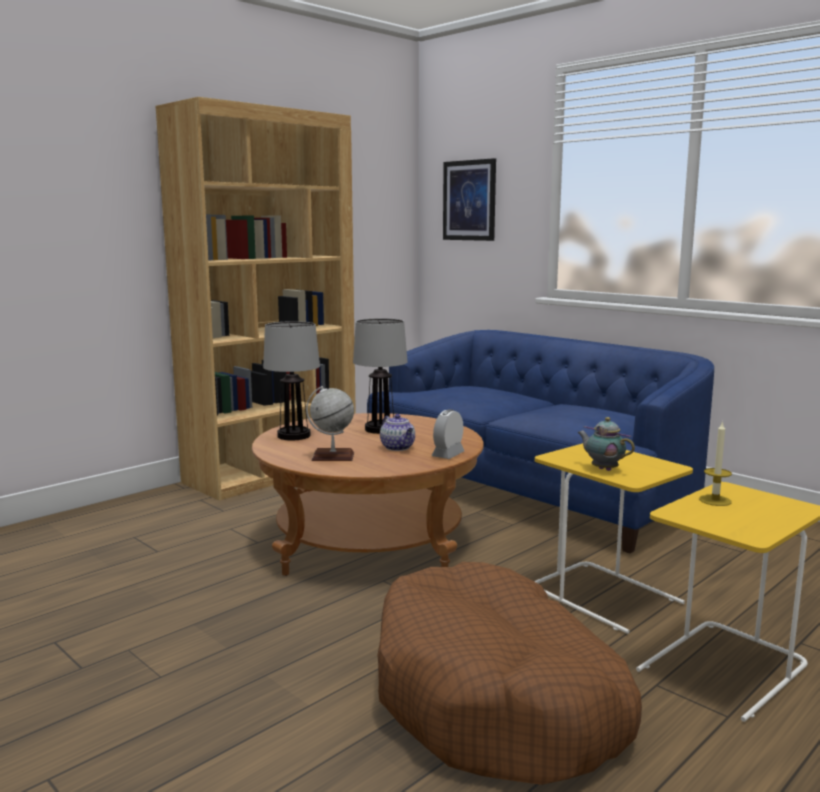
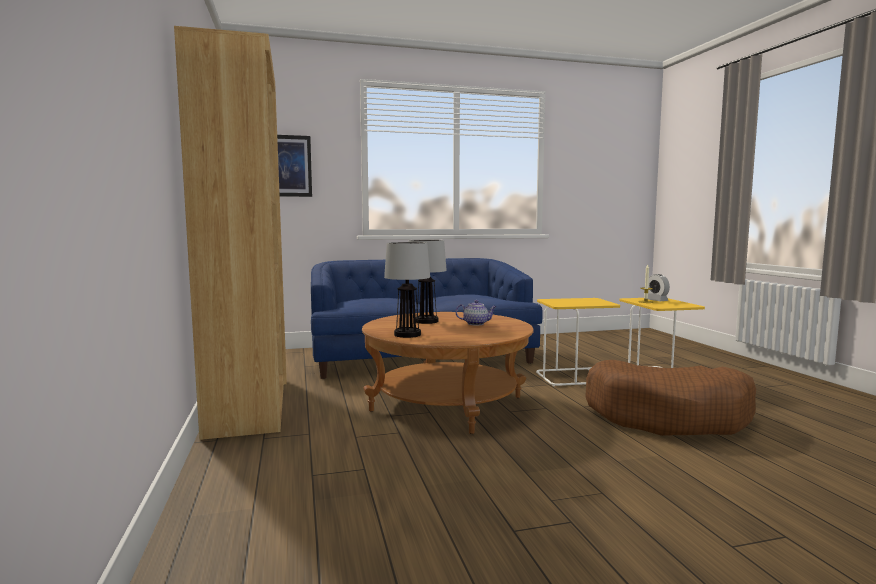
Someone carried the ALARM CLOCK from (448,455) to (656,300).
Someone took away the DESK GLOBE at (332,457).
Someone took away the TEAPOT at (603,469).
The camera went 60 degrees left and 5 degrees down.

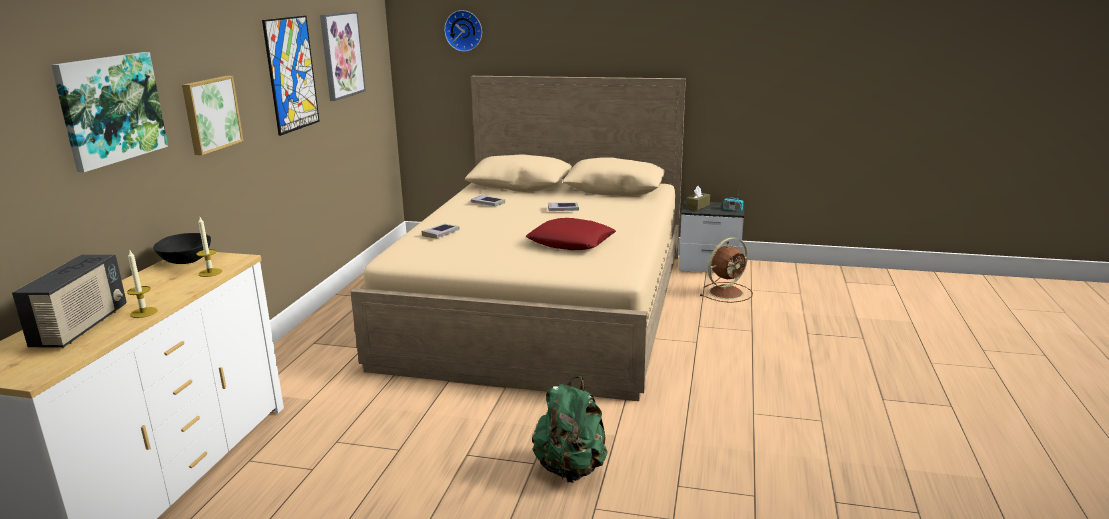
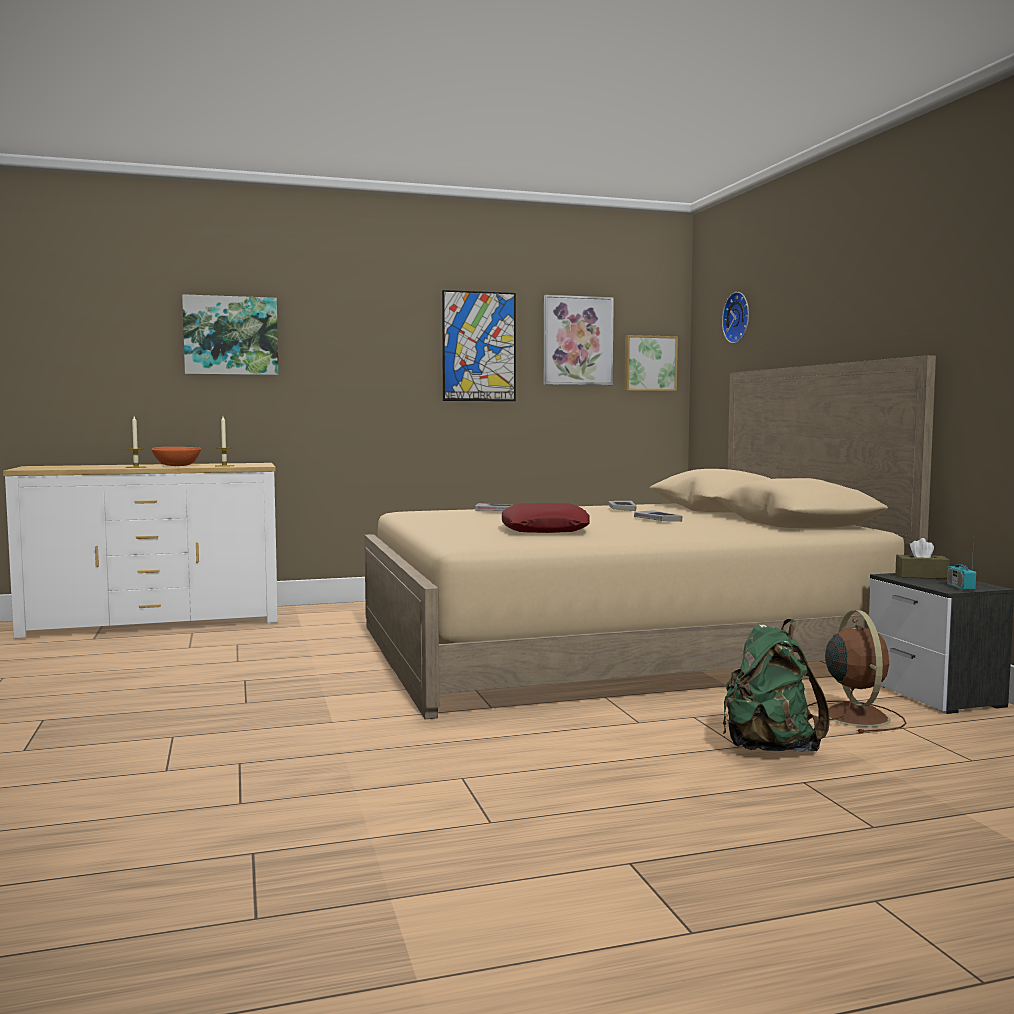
Someone put down the ORANGE-COLOURED BOWL at (177,465).
Someone carried the PICTURE from (210,114) to (649,363).
Someone carried the GREEN KNAPSACK from (571,469) to (768,748).
Someone rotated the BROWN COOLING FAN at (727,292) by 120 degrees counterclockwise.
Someone took away the RADIO RECEIVER at (81,327).
Someone took away the BLACKISH BOWL at (186,260).
The camera went 60 degrees right and 15 degrees down.

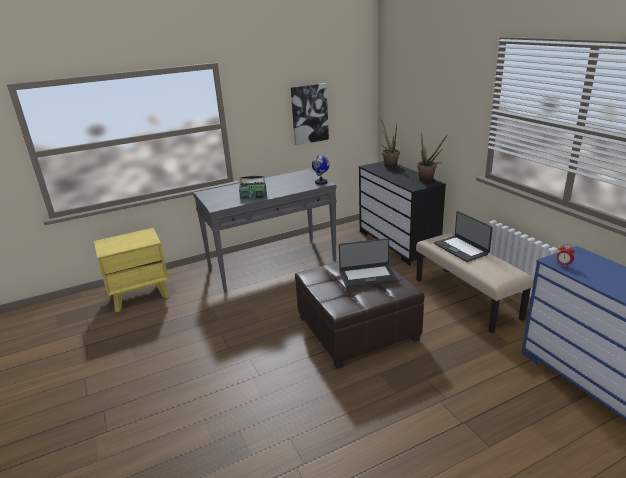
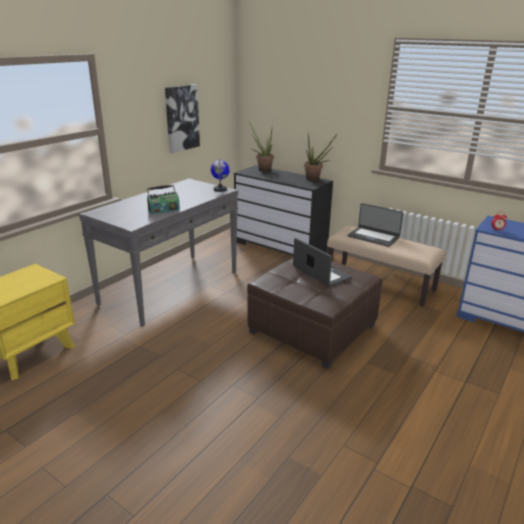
Someone rotated the LAPTOP at (367,276) by 90 degrees counterclockwise.
The camera went 30 degrees left and 0 degrees up.

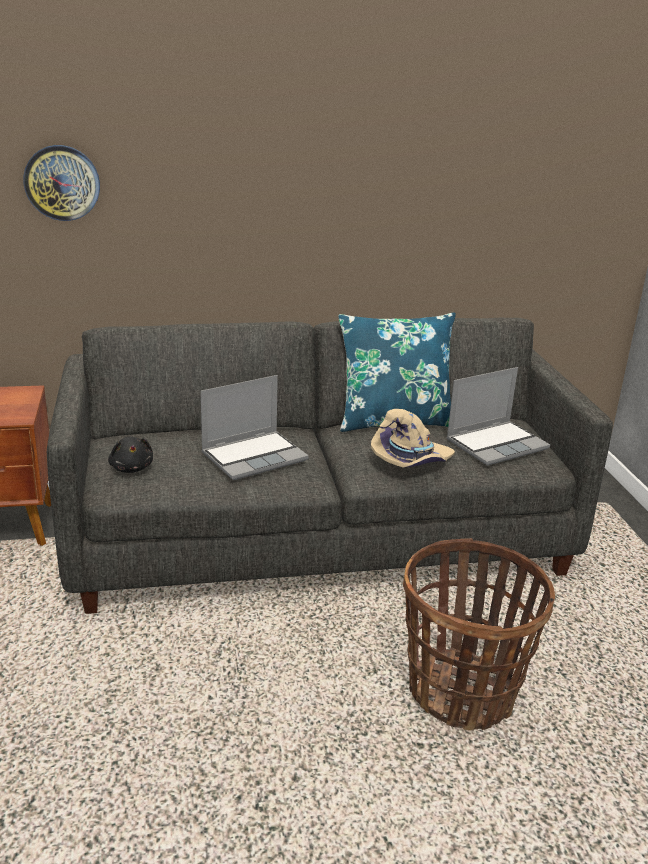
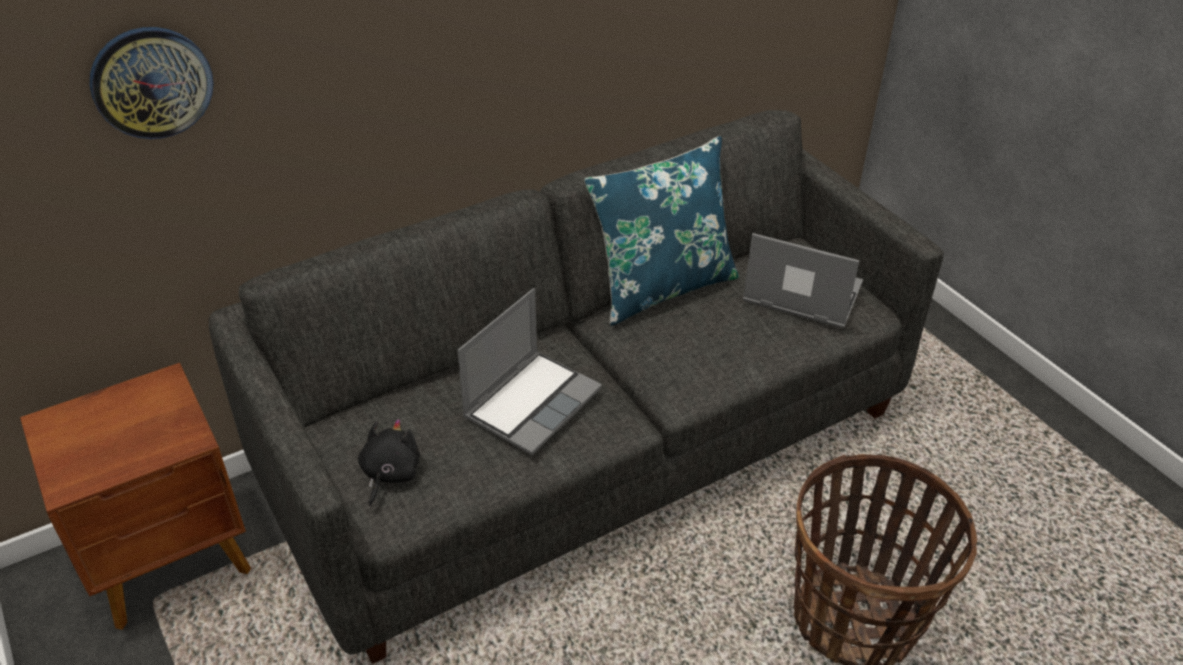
Someone rotated the BLACKISH SOFT TOY at (131,468) by 120 degrees counterclockwise.
Someone rotated the LAPTOP at (497,444) by 105 degrees counterclockwise.
Someone took away the SAND-COLOURED HAT at (410,461).
The camera went 20 degrees left and 15 degrees up.

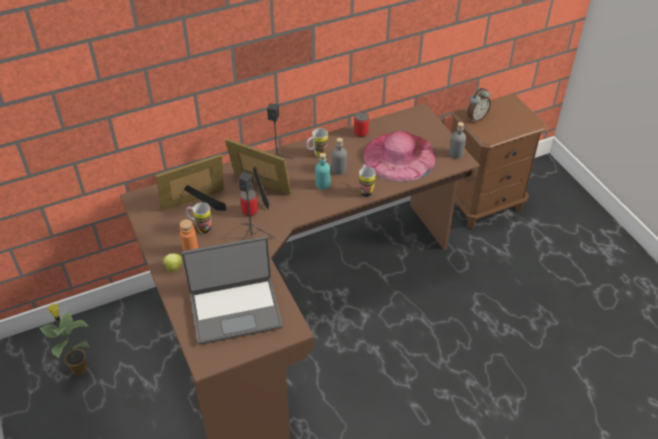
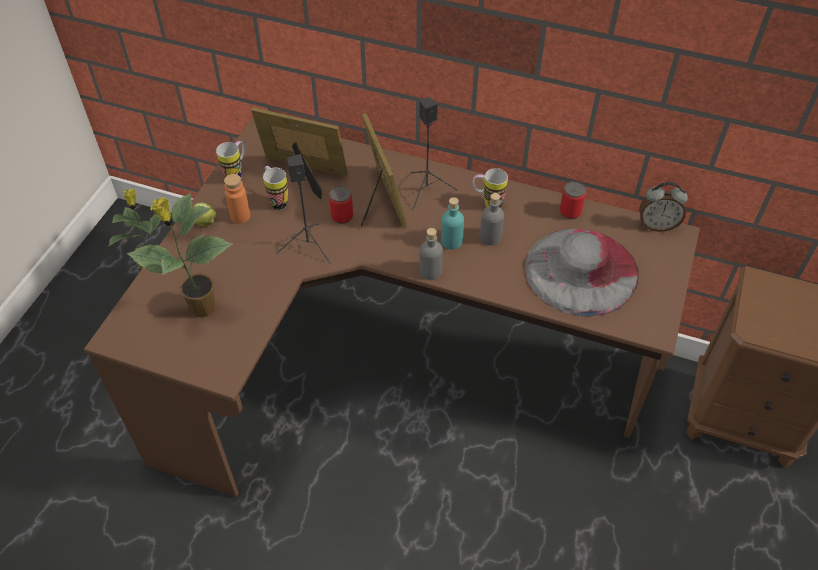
Someone swapped the LAPTOP at (235,310) for the PLANT IN A POT at (201,308).
Someone carried the COFFEE MUG from (365,190) to (237,174).
Someone carried the GREY BEVERAGE BOTTLE from (456,153) to (430,271).
Someone repainted the PINKISH HAT at (399,156), which became the GREY HAT at (581,270).
Someone carried the ALARM CLOCK from (476,118) to (657,225).
The camera went 45 degrees right and 5 degrees up.

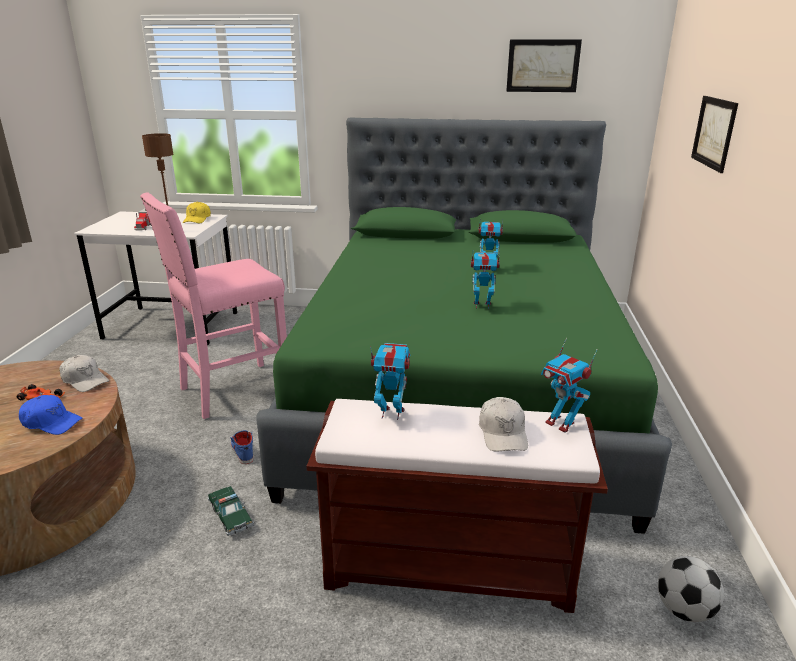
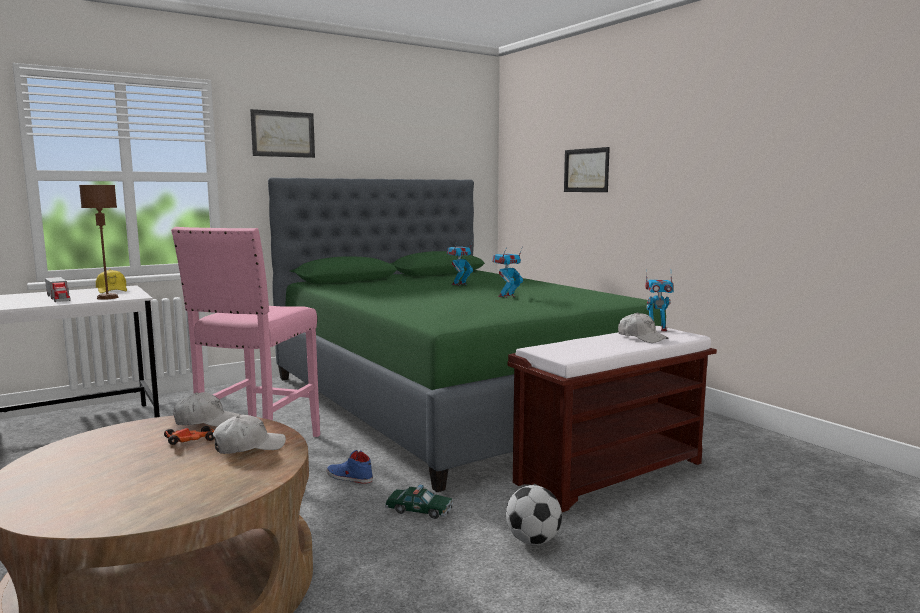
Someone repainted the BLUE-COLOURED CAP at (51,422), which became the WHITE-COLOURED CAP at (249,447).
Someone carried the PICTURE from (543,66) to (283,134).
Someone carried the FOOTBALL from (684,610) to (533,541).
Someone took away the MODEL ROBOT at (391,413).
The camera went 40 degrees left and 15 degrees down.

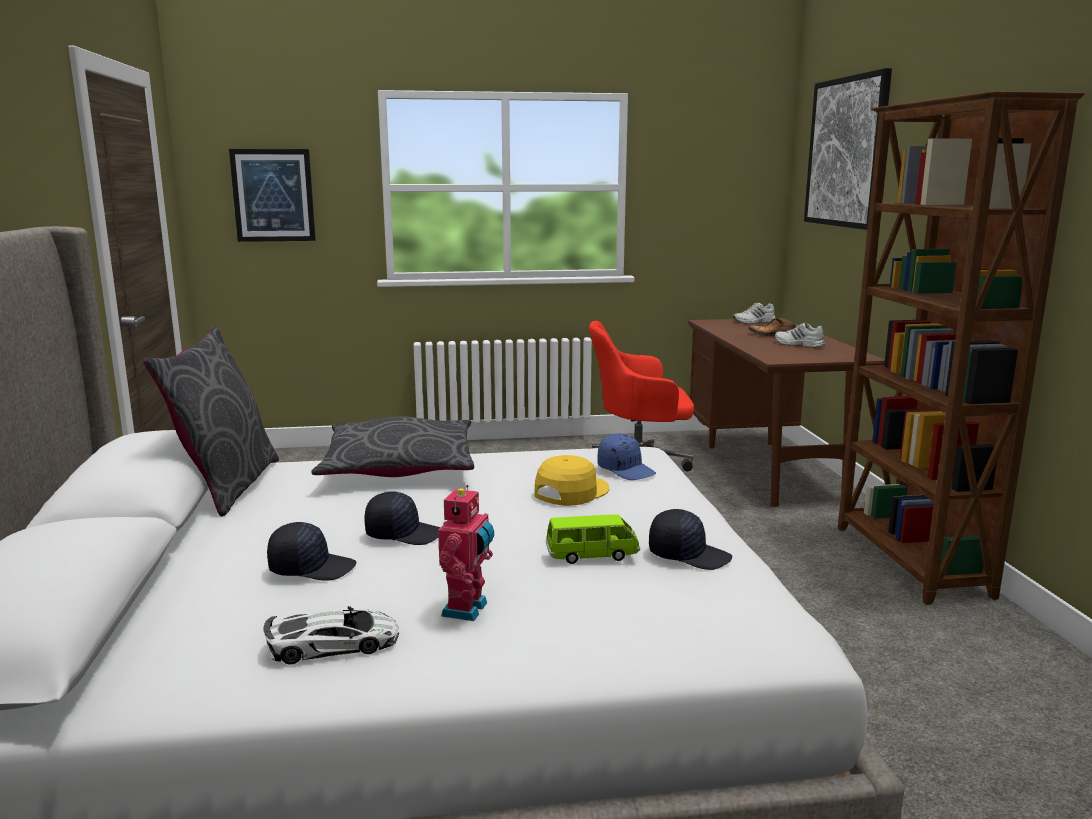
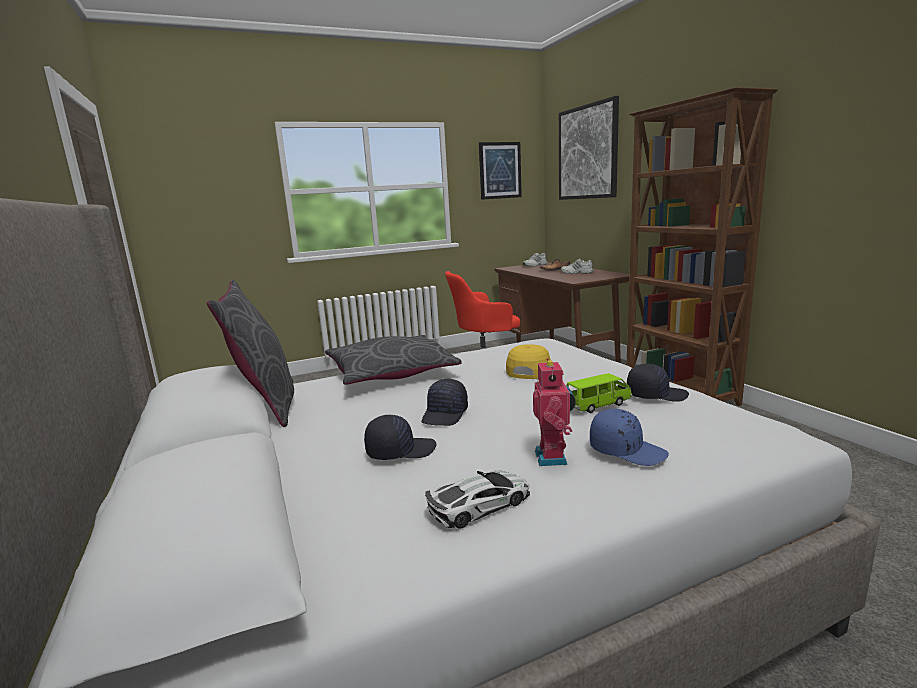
Someone rotated the BLACKISH CAP at (404,534) by 120 degrees clockwise.
Someone carried the PICTURE from (273,195) to (500,170).
Someone carried the BLUE-COLOURED CAP from (626,470) to (626,450).
The camera went 15 degrees left and 0 degrees up.

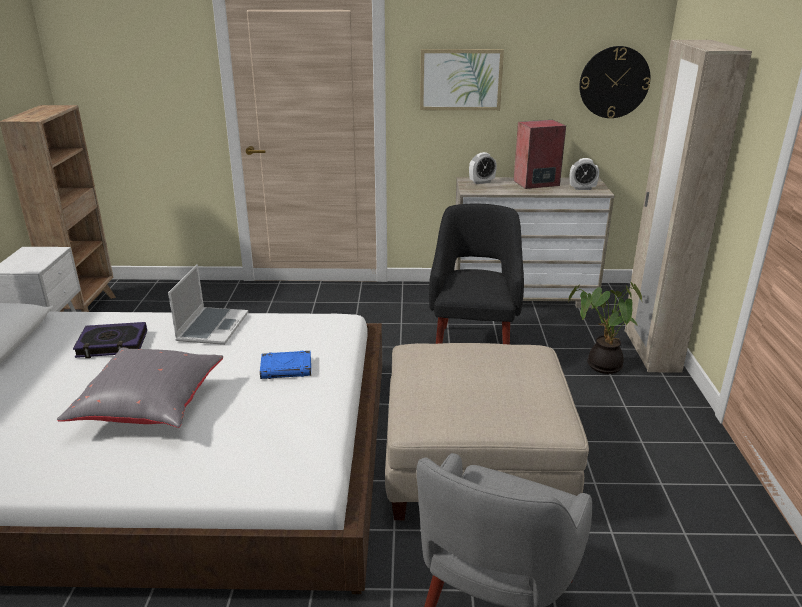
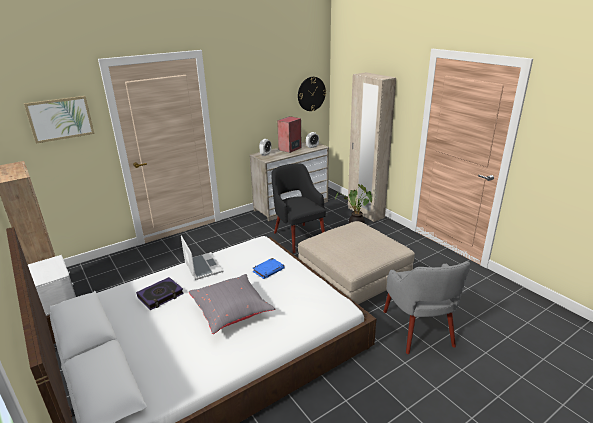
Someone carried the PICTURE from (460,79) to (60,118).
The camera went 35 degrees left and 0 degrees up.

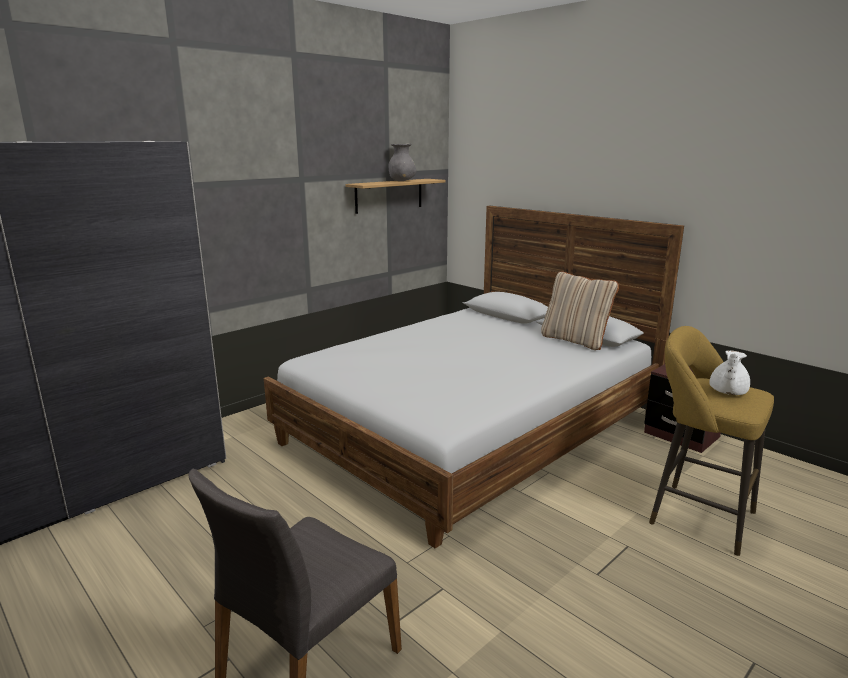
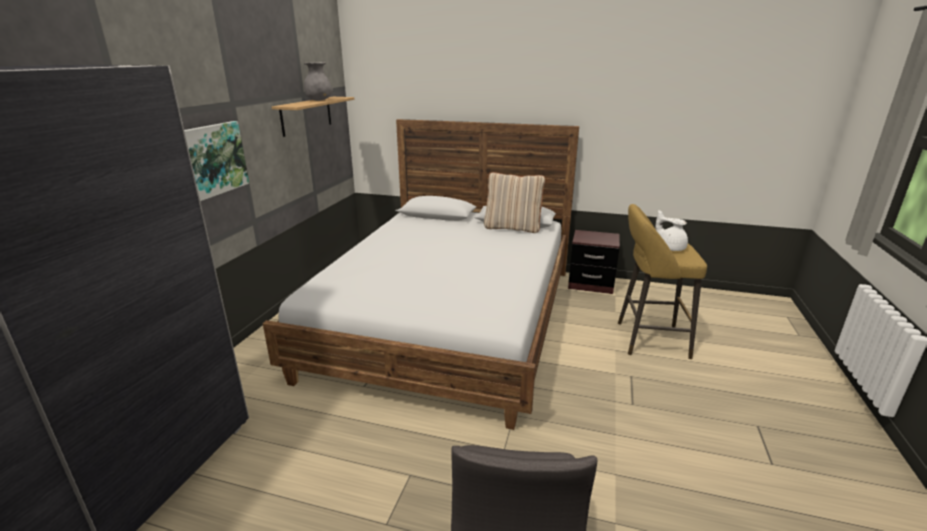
Someone put up the PICTURE at (212,159).
Someone rotated the WHITE-COLOURED TEAPOT at (727,392) by 135 degrees clockwise.
The camera went 30 degrees left and 5 degrees up.

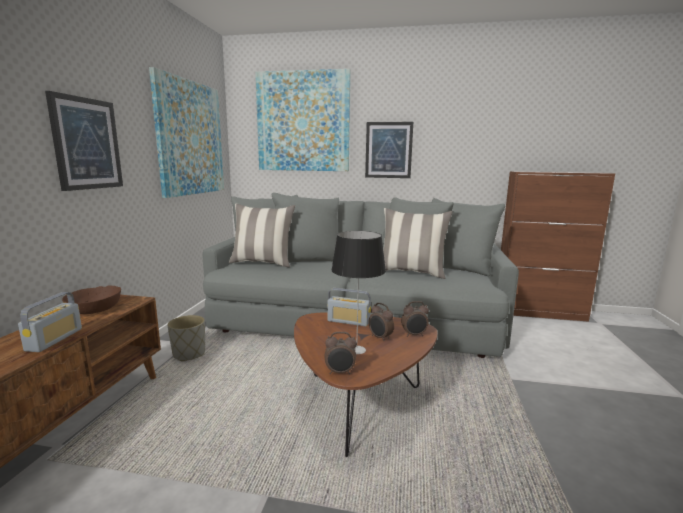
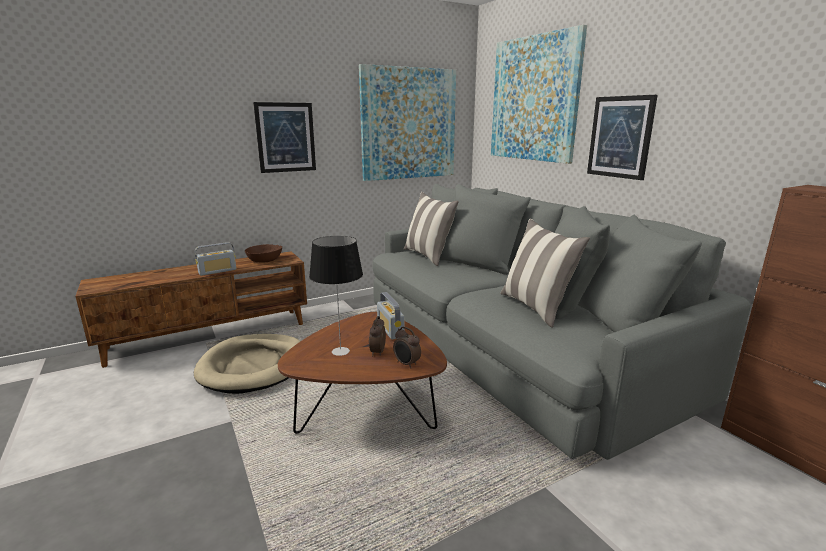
Someone put down the SAND-COLOURED PET BED at (253,366).
Someone took away the GREY FLOWER POT at (189,354).
Someone took away the ALARM CLOCK at (340,372).
The camera went 50 degrees right and 5 degrees up.

